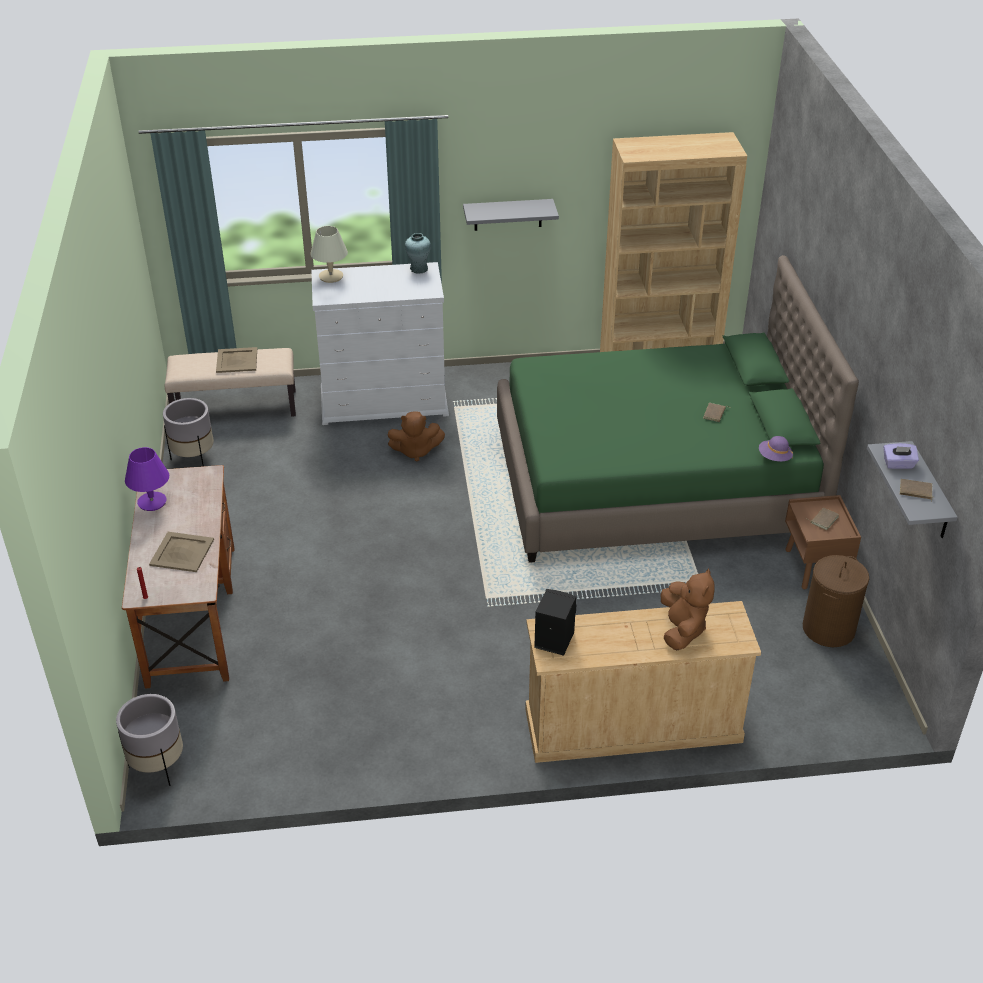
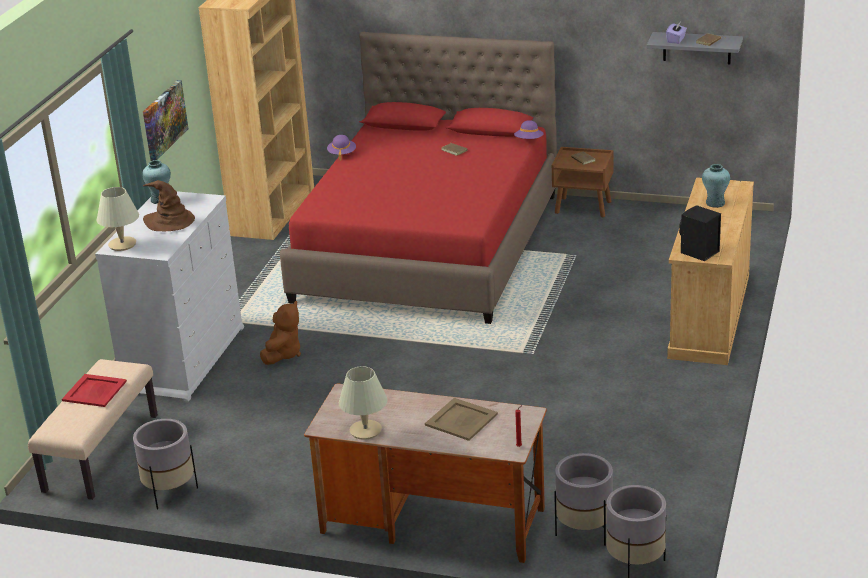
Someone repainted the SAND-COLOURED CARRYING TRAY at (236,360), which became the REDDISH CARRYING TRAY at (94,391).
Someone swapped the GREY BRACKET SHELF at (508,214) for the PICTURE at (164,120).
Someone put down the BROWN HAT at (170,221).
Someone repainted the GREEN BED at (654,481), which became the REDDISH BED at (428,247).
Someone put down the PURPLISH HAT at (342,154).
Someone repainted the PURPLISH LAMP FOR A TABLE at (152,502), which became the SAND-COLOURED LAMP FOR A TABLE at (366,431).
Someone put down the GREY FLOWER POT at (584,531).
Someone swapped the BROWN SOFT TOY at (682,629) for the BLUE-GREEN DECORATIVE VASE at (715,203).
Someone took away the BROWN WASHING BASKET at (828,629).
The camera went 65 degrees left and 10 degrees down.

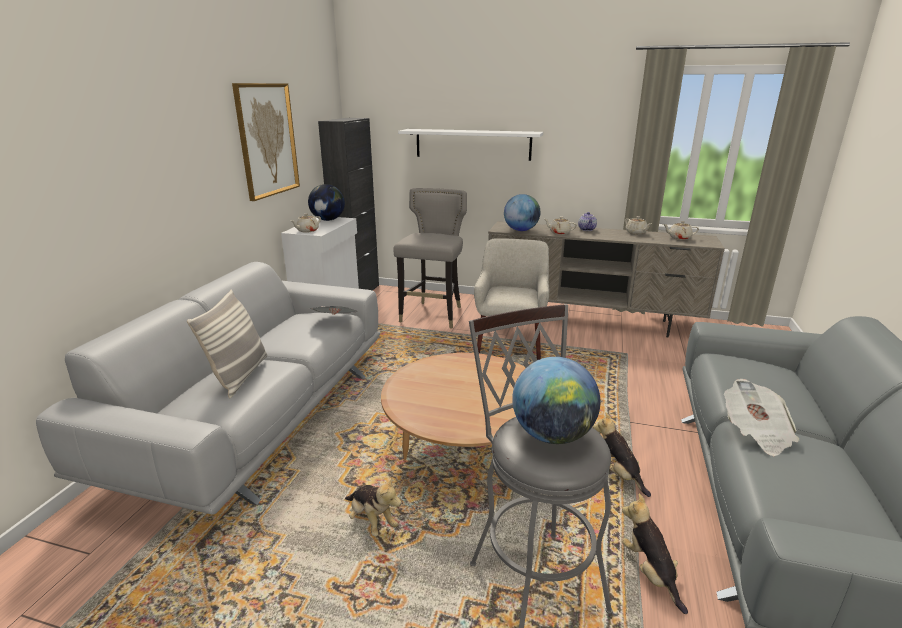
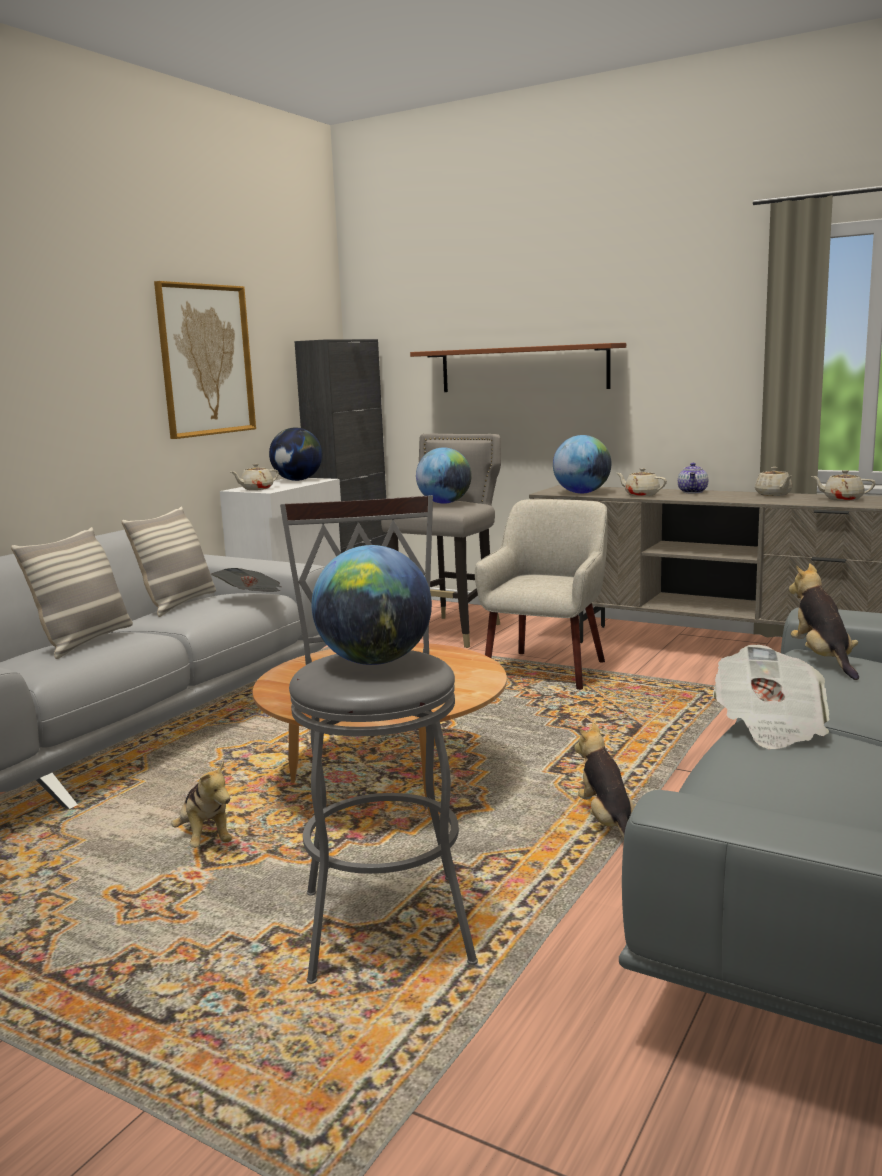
Someone put down the THROW PILLOW at (178,604).
Someone repainted the WHITE-COLOURED BRACKET SHELF at (472,144), which became the BROWN BRACKET SHELF at (523,369).
Someone put down the DESK GLOBE at (444,503).
Someone carried the SOFT TOY from (650,572) to (822,659).
The camera went 15 degrees right and 10 degrees down.

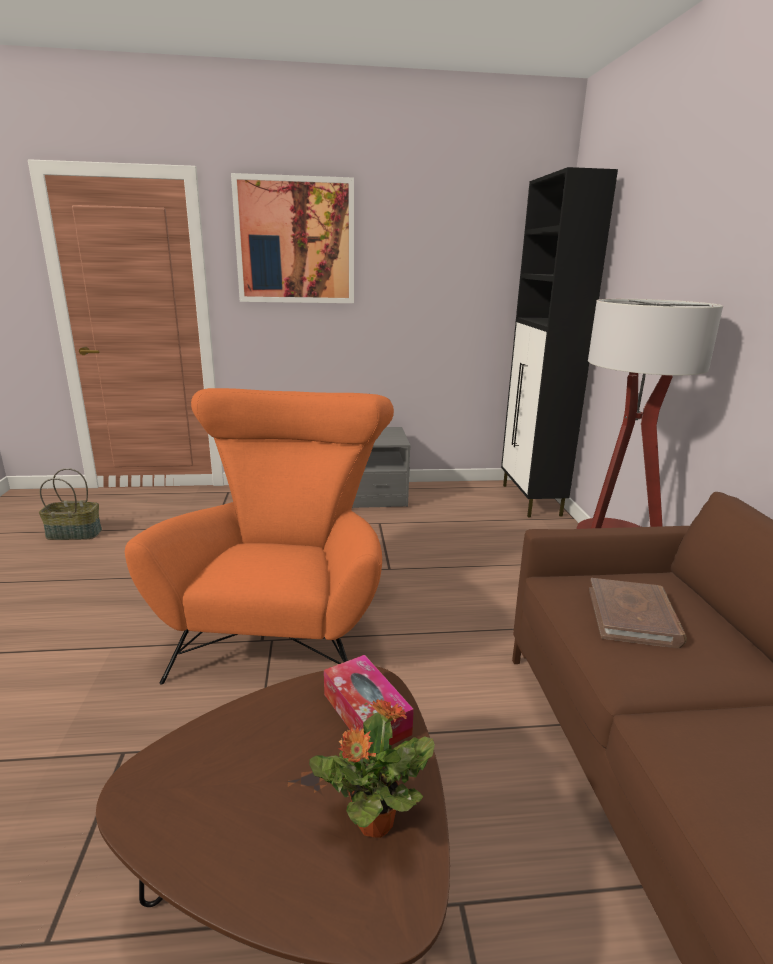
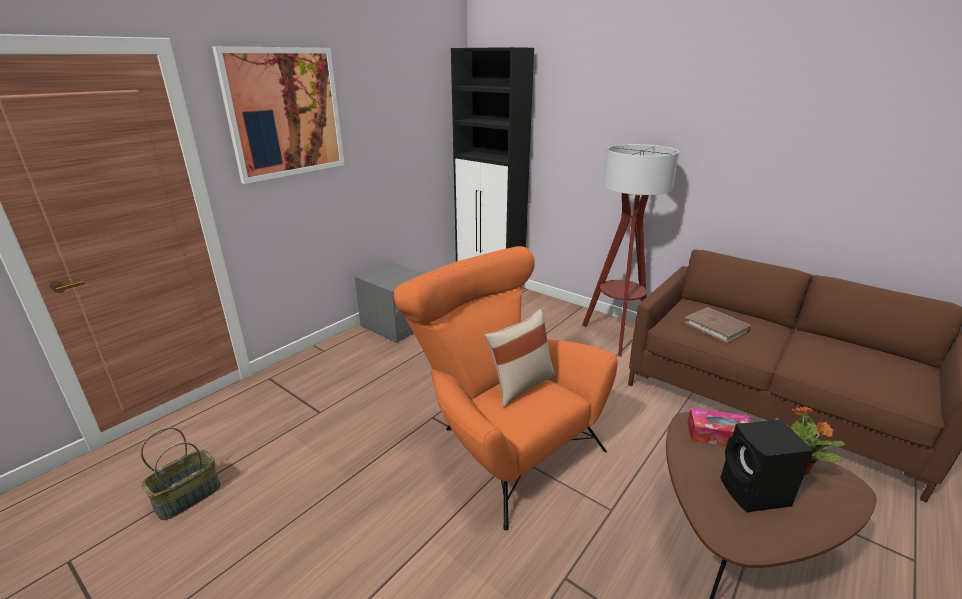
Someone put down the SAND-COLOURED THROW PILLOW at (520,385).
Someone put down the BLACKISH SPEAKER at (755,494).
The camera went 45 degrees left and 5 degrees up.

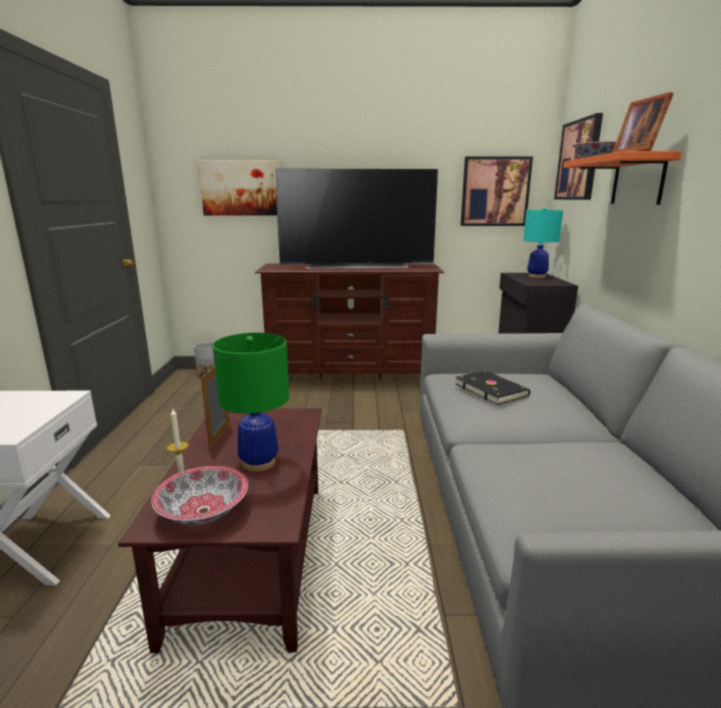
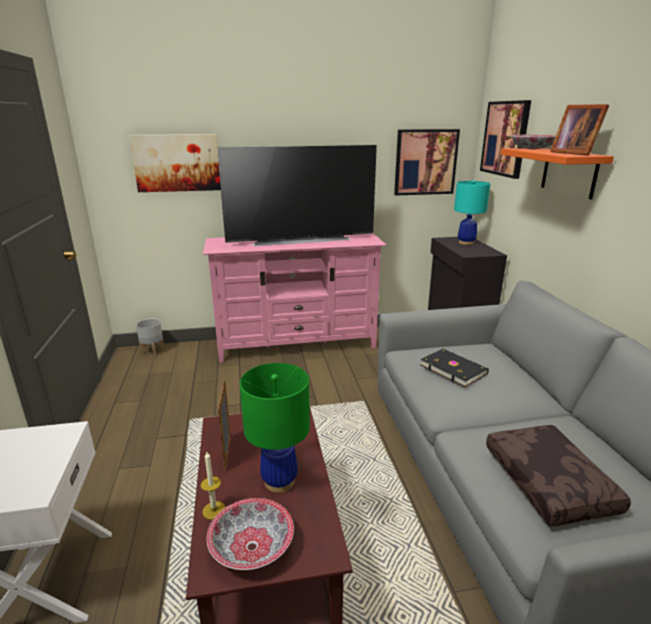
Someone repainted the BROWN TV STAND at (351,378), which became the PINKISH TV STAND at (297,344).
Someone put down the BROWN THROW PILLOW at (550,483).
The camera went 10 degrees left and 5 degrees up.

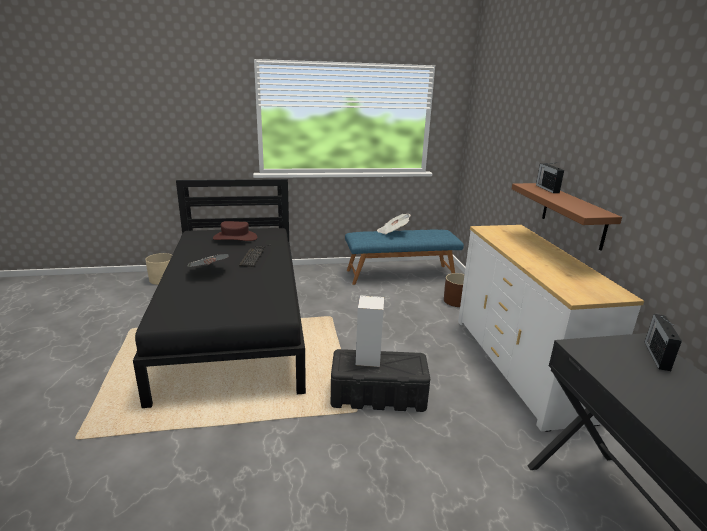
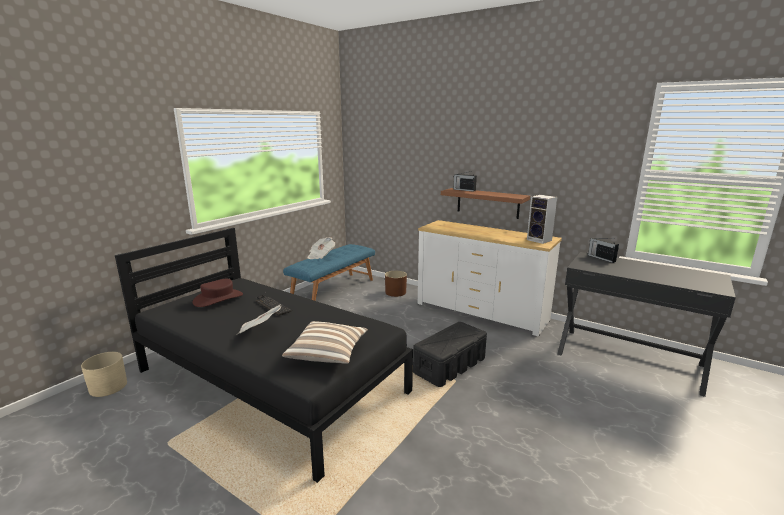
Someone put down the THROW PILLOW at (328,354).
Someone carried the SPEAKER from (369,359) to (540,240).
The camera went 45 degrees left and 5 degrees down.

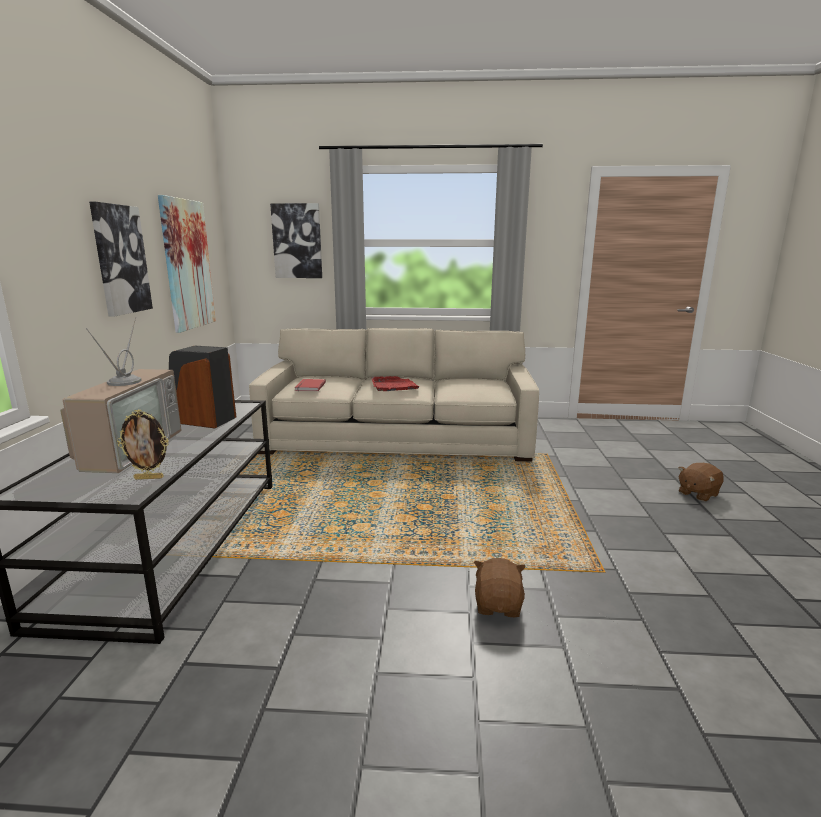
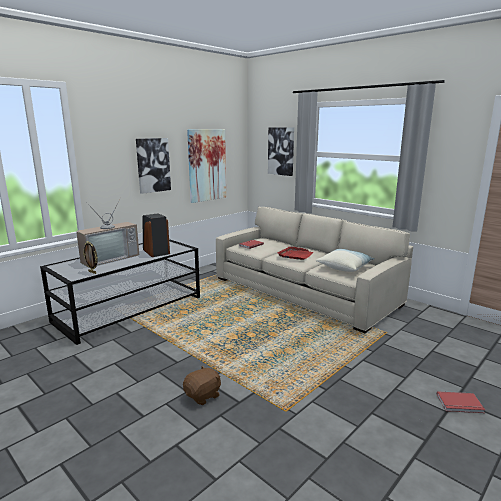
Someone put down the THROW PILLOW at (345,267).
Someone swapped the BROWN SOFT TOY at (697,493) for the REDDISH BOUND BOOK at (460,404).
The camera went 40 degrees right and 0 degrees up.

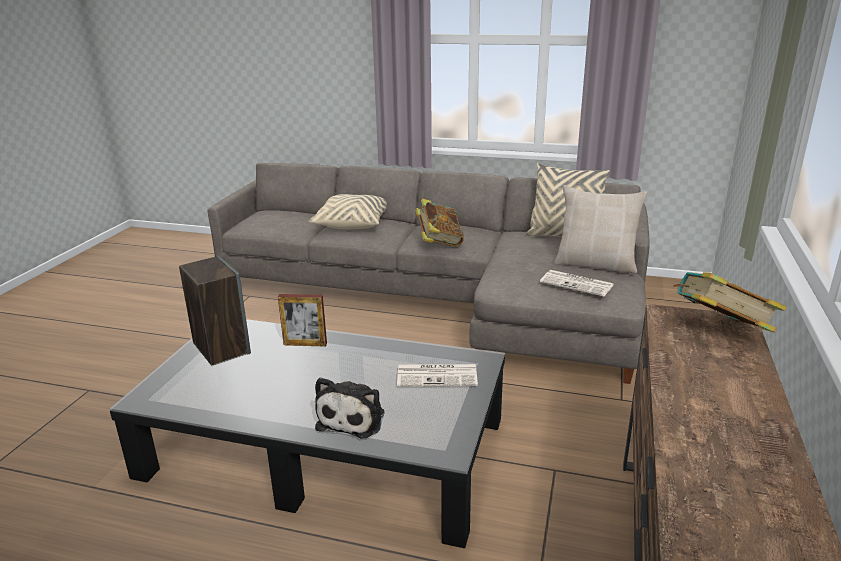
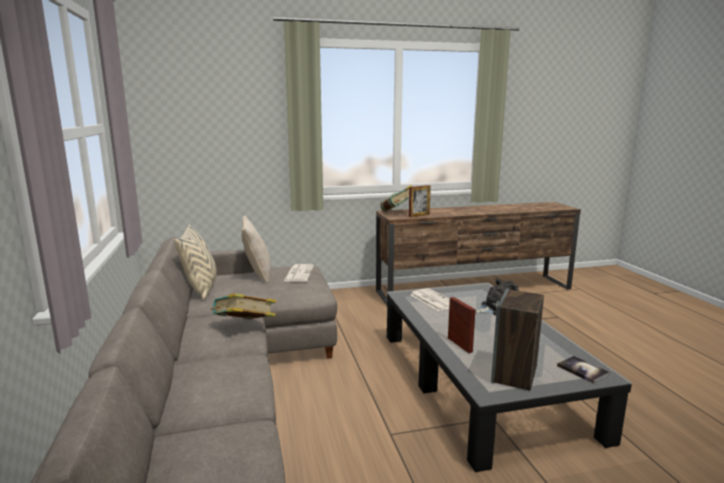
Someone put down the STANDING FRAME at (419,215).
Someone put down the BOUND BOOK at (582,370).
Someone took away the SAND-COLOURED THROW PILLOW at (352,223).
The camera went 120 degrees left and 10 degrees down.

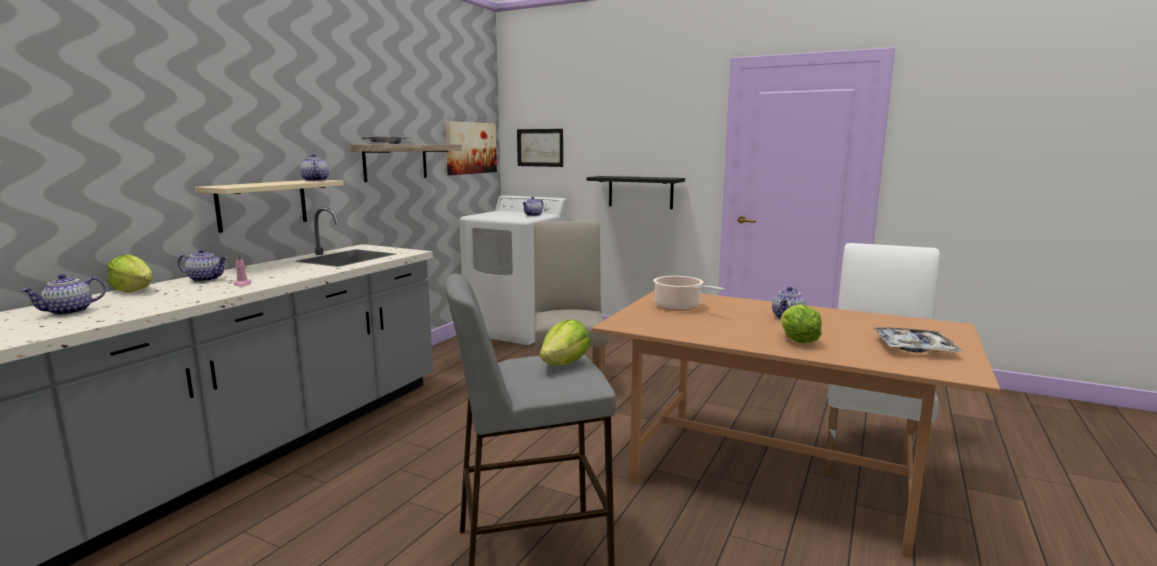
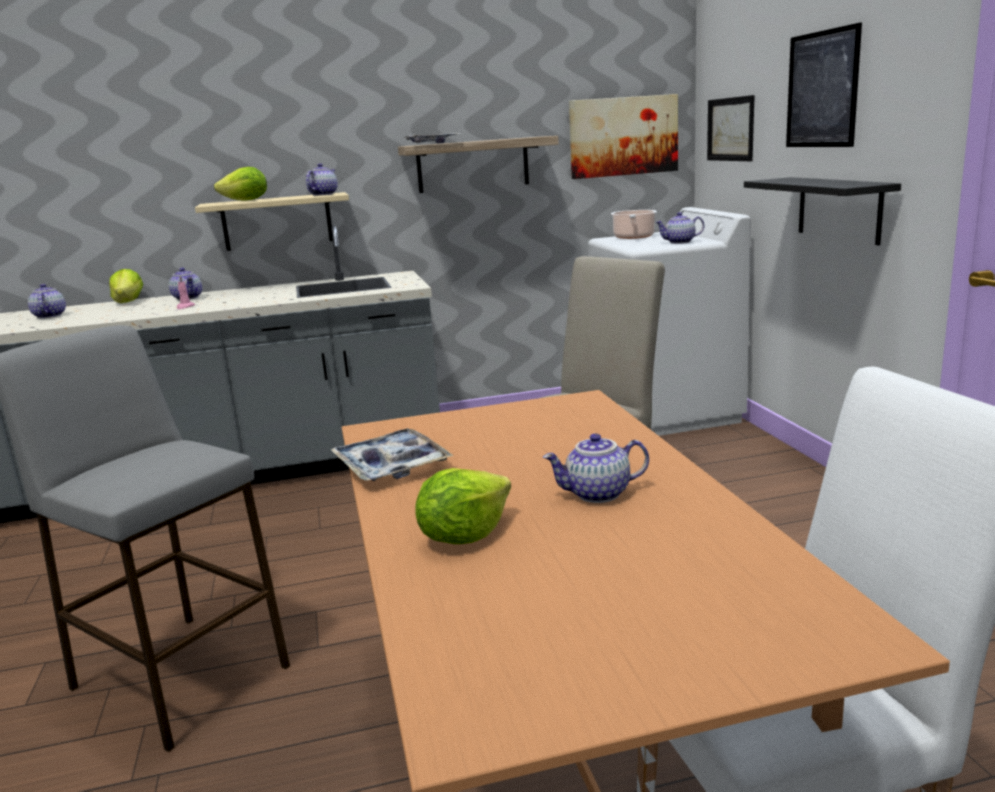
Someone rotated the TEAPOT at (69,312) by 75 degrees clockwise.
Someone carried the LETTUCE from (565,363) to (246,200).
Someone carried the CARRYING TRAY from (914,348) to (391,466).
Someone carried the SAUCEPOT from (680,307) to (633,237).
Someone put up the PICTURE at (822,89).
The camera went 50 degrees right and 5 degrees up.

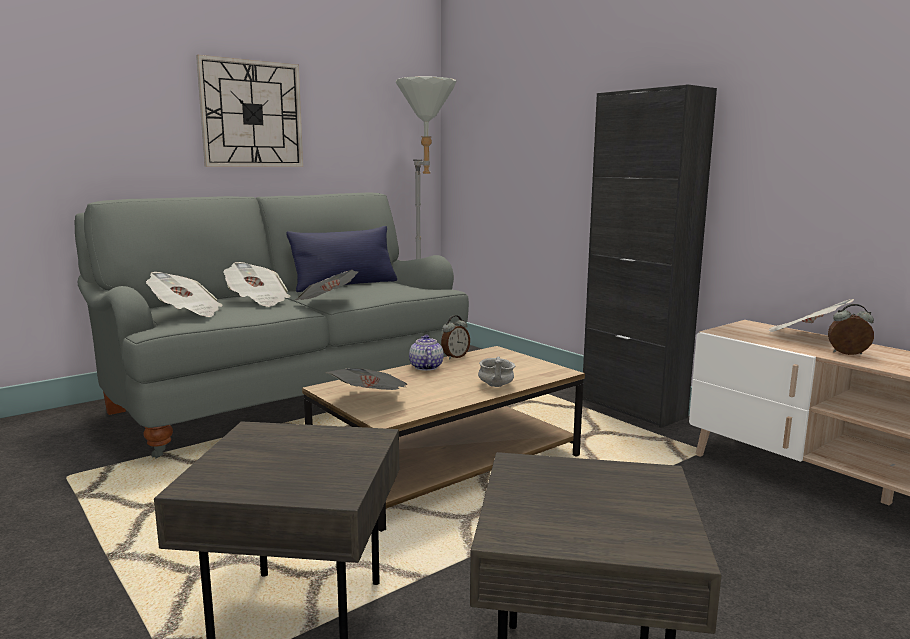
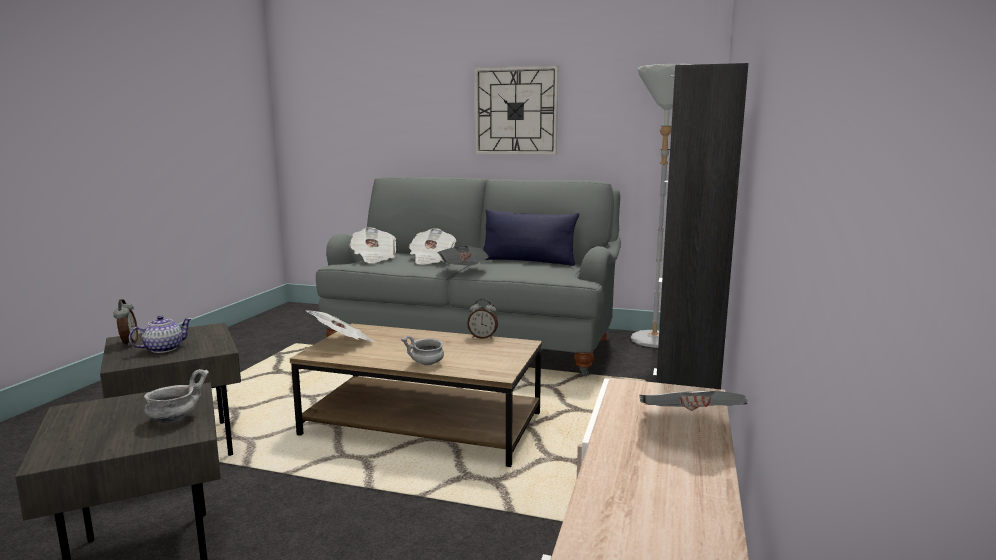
Someone carried the ALARM CLOCK from (848,354) to (128,343).
Someone carried the TEAPOT from (426,367) to (163,349).
Someone put down the GREY BOWL at (174,419).
The camera went 55 degrees right and 0 degrees up.

